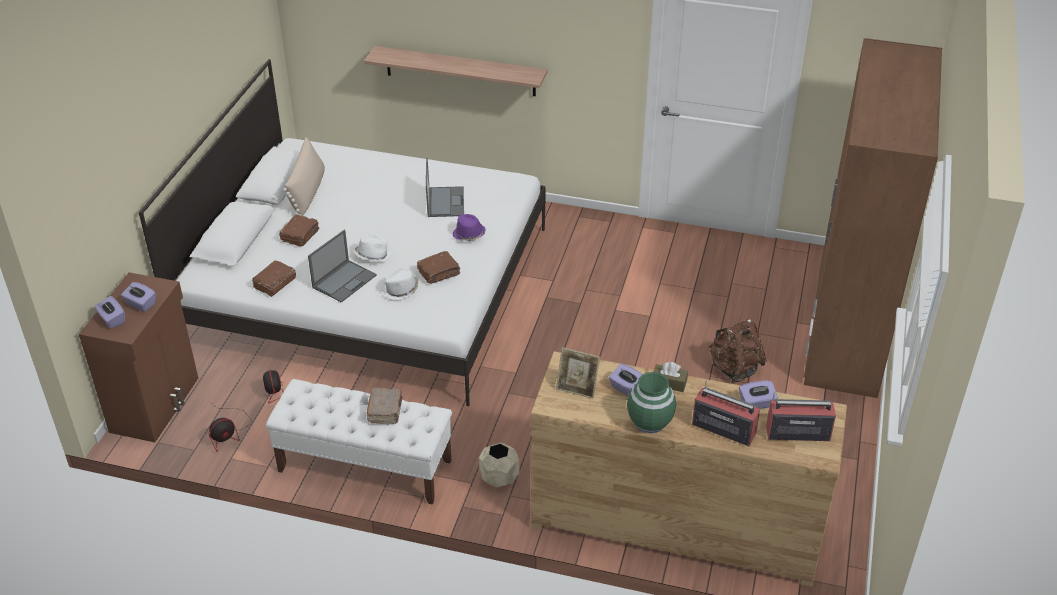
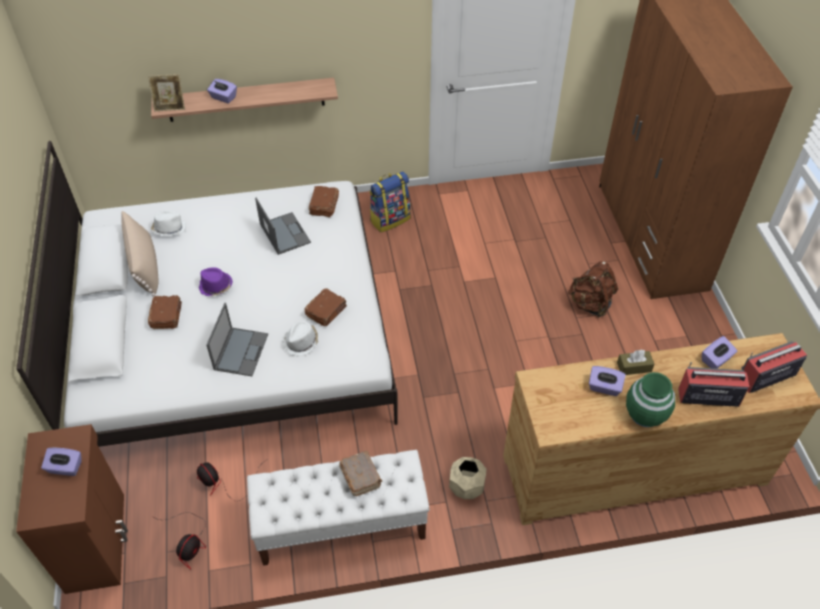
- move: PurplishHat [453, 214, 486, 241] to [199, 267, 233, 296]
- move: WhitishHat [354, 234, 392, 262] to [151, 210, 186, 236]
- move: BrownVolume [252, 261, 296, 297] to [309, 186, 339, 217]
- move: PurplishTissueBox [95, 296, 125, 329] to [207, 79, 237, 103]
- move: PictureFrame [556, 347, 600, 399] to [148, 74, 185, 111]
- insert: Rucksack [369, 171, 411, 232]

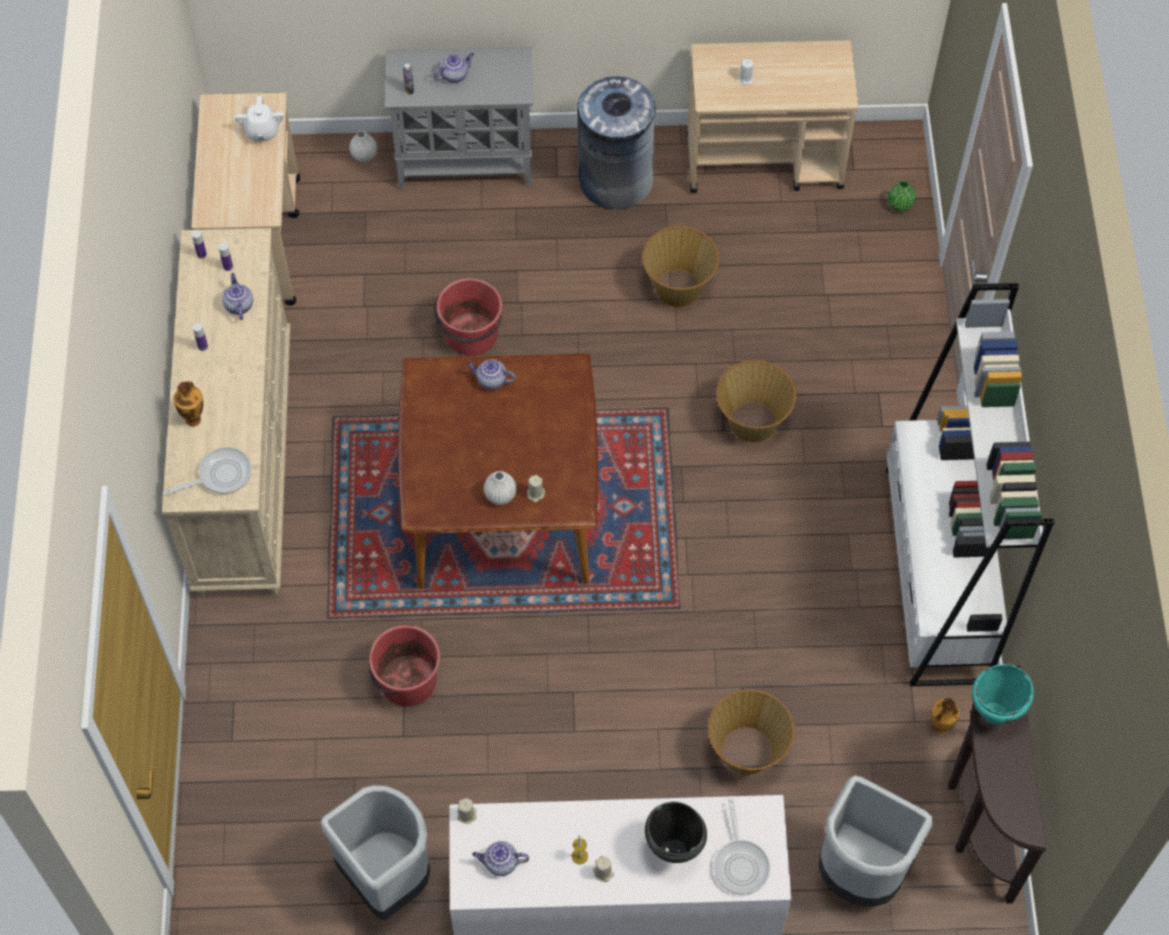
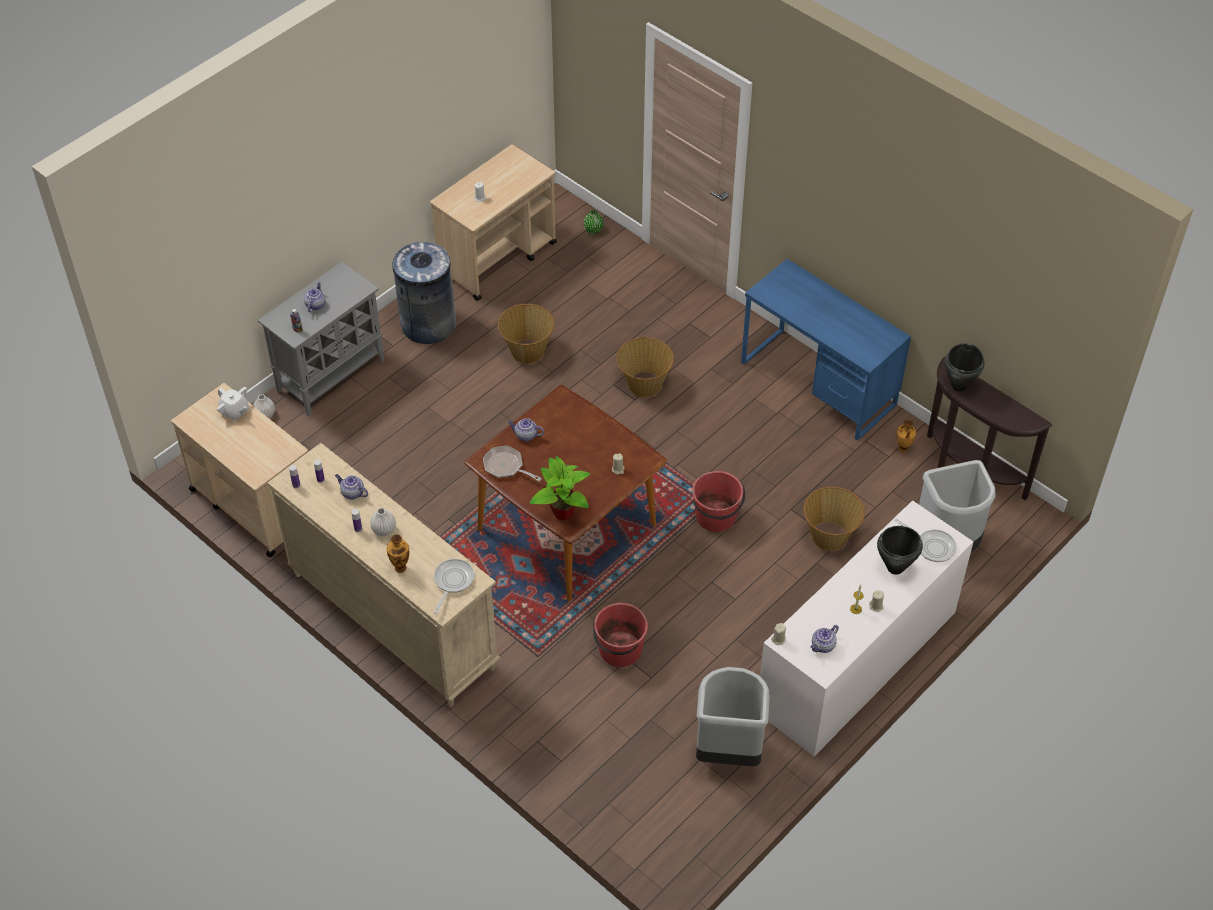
- move: RedPail [434, 278, 502, 356] to [692, 471, 745, 532]
- replace: WhitishBookcase [886, 283, 1054, 686] to BluishDeskTable [741, 259, 911, 441]
- rotate: PotForTea [467, 359, 516, 390] = [508, 418, 544, 441] 45 degrees clockwise
- move: WhitishVase [484, 471, 516, 505] to [370, 508, 396, 536]
- recolor: TurquoiseCookingPot [972, 664, 1034, 724] to BlackishCookingPot [945, 343, 985, 392]
- insert: Skillet [483, 446, 542, 481]
- insert: PottedPlant [530, 456, 590, 521]

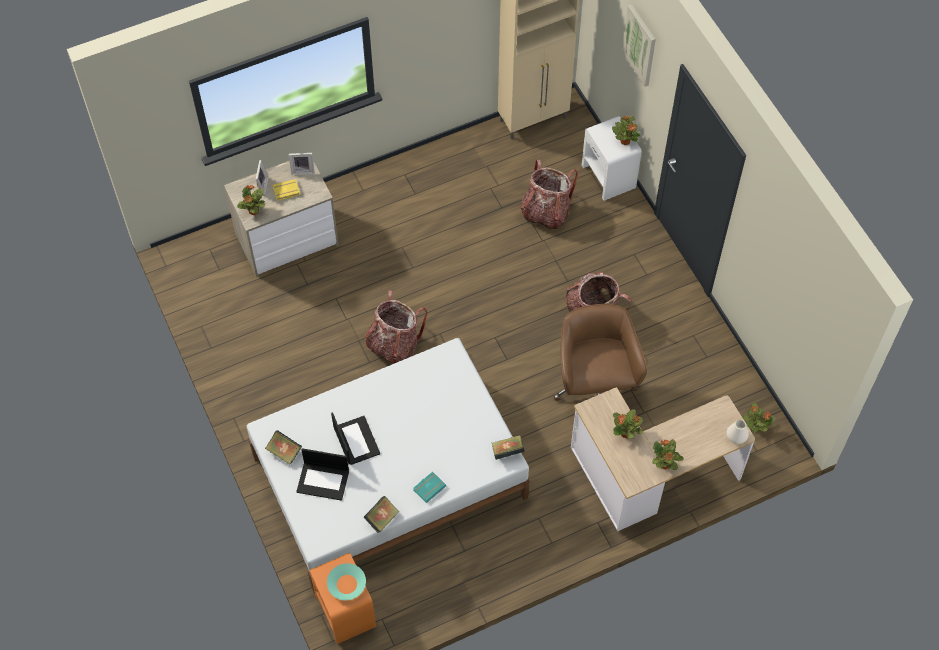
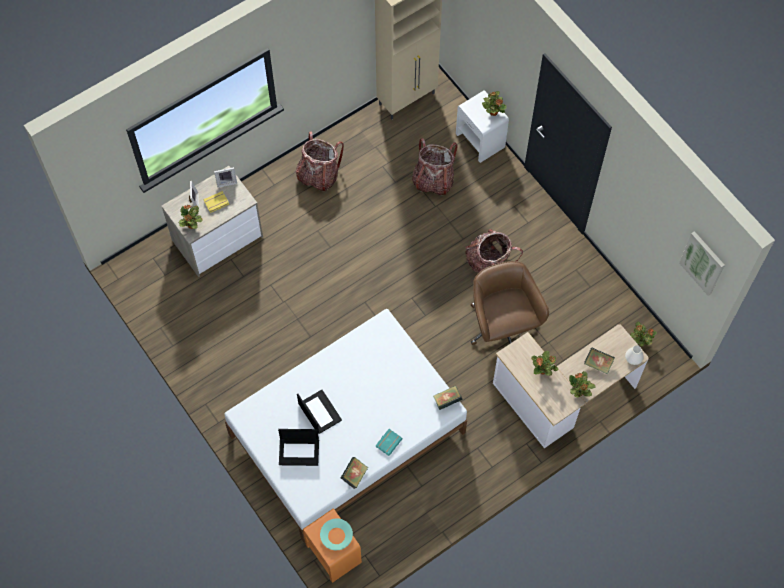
- move: WallArt [622, 4, 656, 87] to [679, 231, 725, 296]
- move: Rucksack [365, 290, 427, 364] to [295, 131, 344, 191]
- move: Volume [265, 430, 302, 465] to [584, 347, 615, 374]

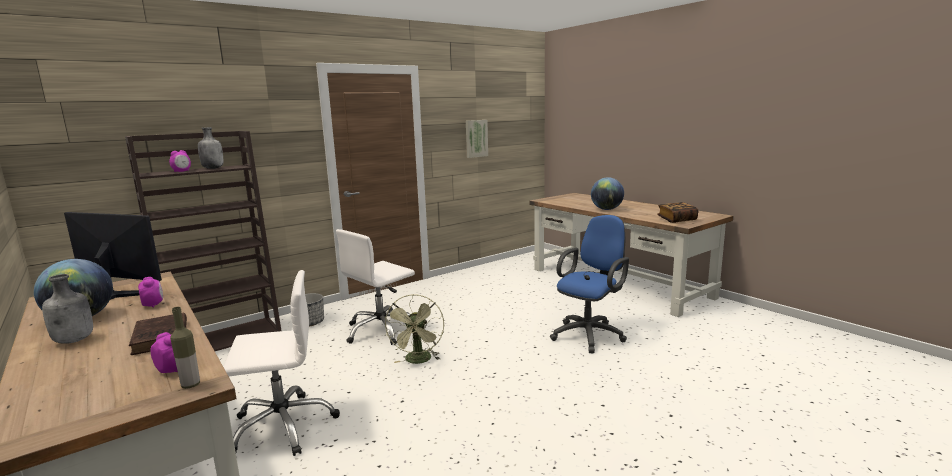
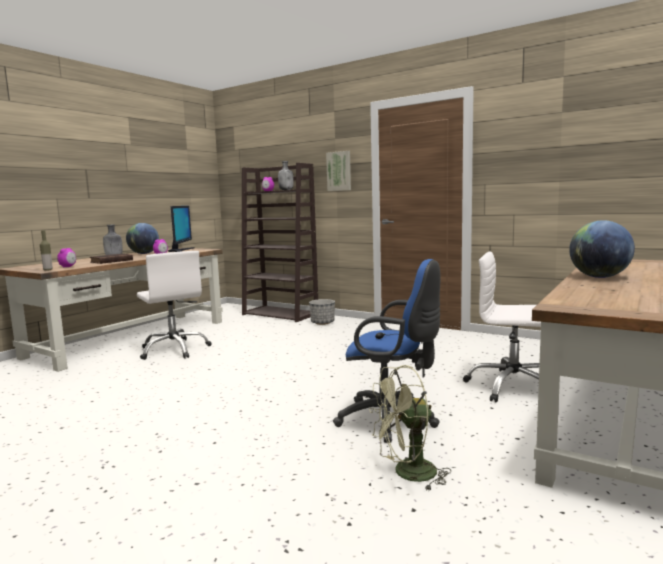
- move: WallArt [466, 120, 488, 158] to [326, 151, 351, 191]
- delete: Volume [657, 202, 698, 223]
- move: WhitishDeskChair [336, 229, 415, 345] to [463, 252, 541, 402]
- move: GreenElectricFan [384, 294, 444, 364] to [369, 365, 451, 490]

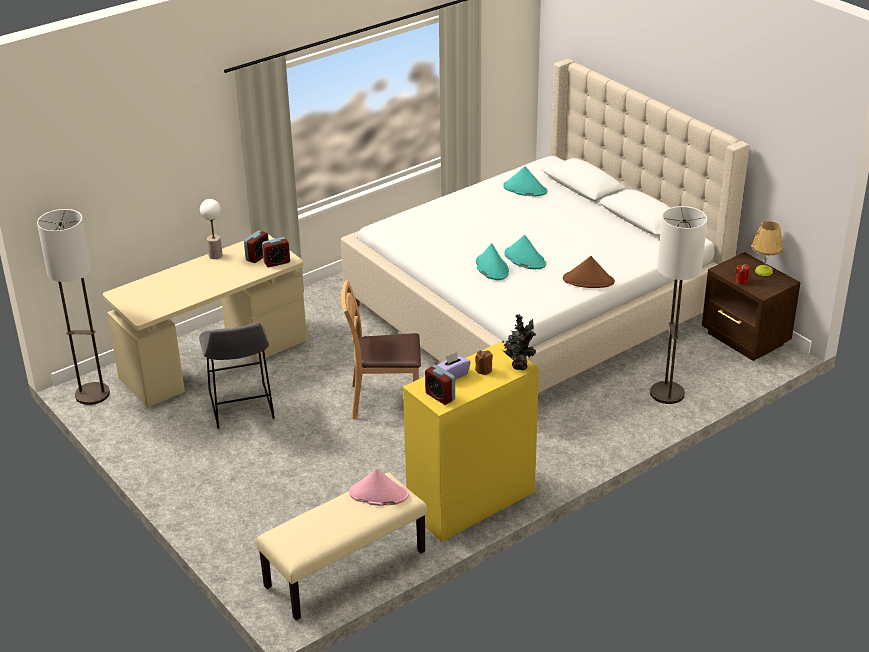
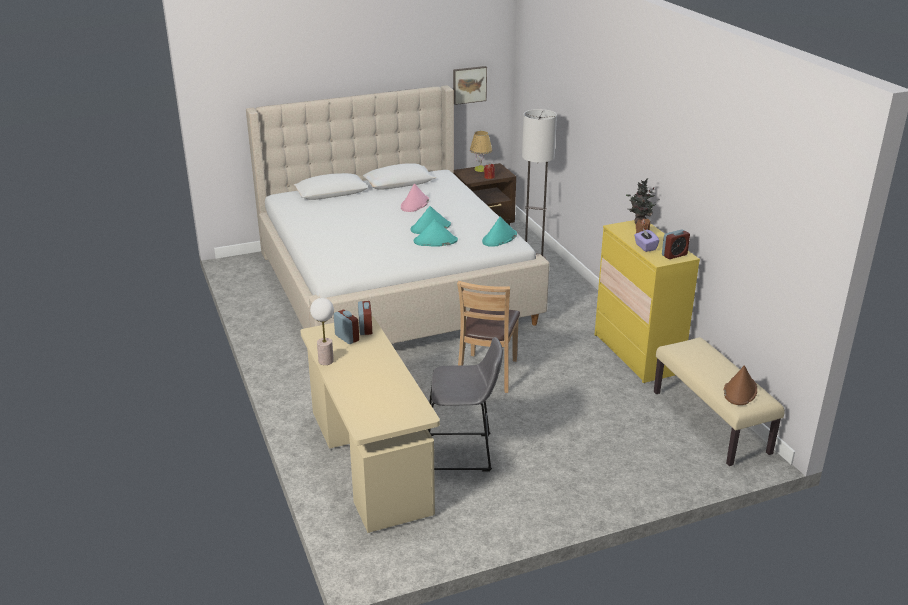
- move: TurquoiseHat [503, 166, 548, 196] to [482, 216, 517, 247]
- delete: FloorLamp [37, 209, 110, 405]
- move: BrownHat [563, 256, 615, 288] to [724, 365, 757, 405]
- move: PinkColouredHat [349, 468, 409, 506] to [401, 183, 429, 212]
- insert: WallArt [453, 66, 487, 105]

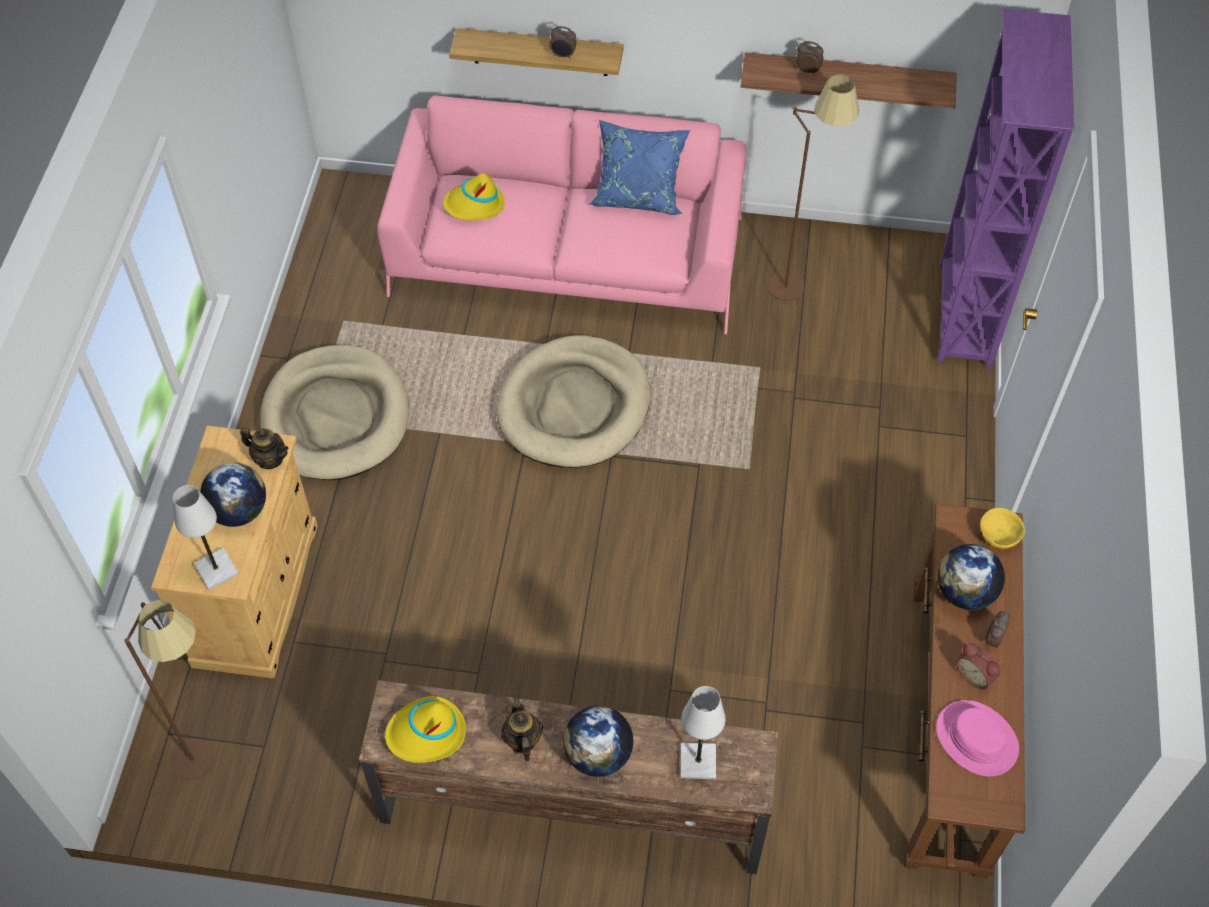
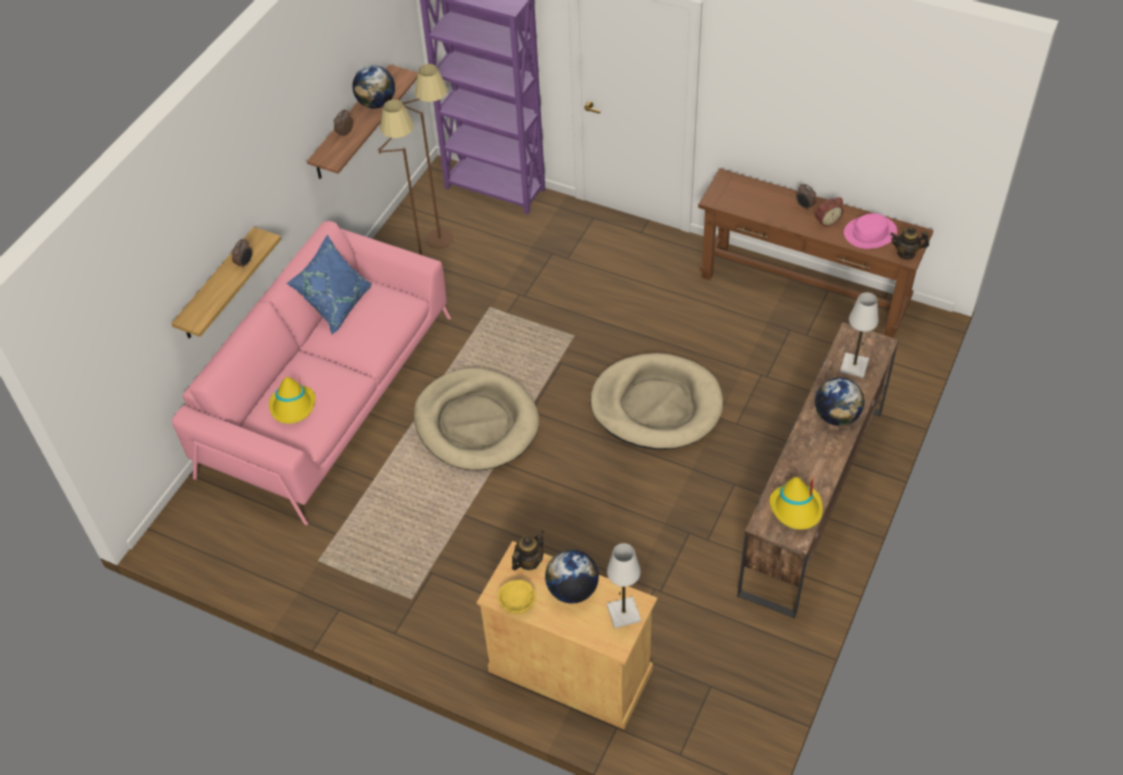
- move: BeigePetBed [260, 345, 409, 480] to [590, 353, 723, 450]
- move: YellowishBowl [980, 508, 1025, 549] to [498, 580, 536, 614]
- move: Globe [937, 544, 1005, 610] to [352, 65, 395, 109]
- move: BrownFloorLamp [124, 600, 214, 780] to [403, 64, 453, 248]
- move: PotForTea [501, 696, 543, 761] to [890, 227, 929, 260]

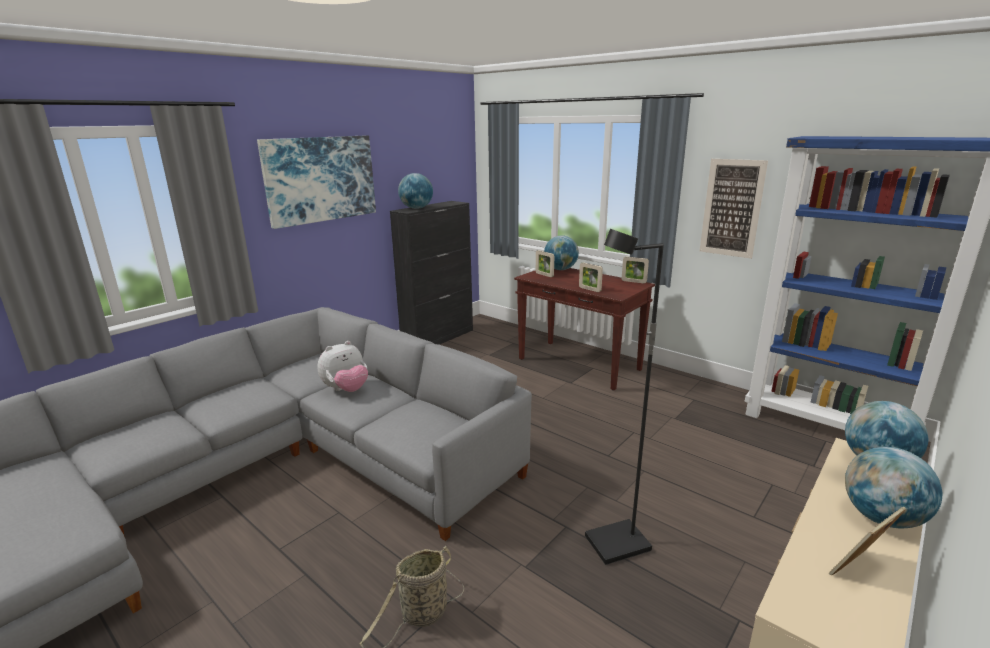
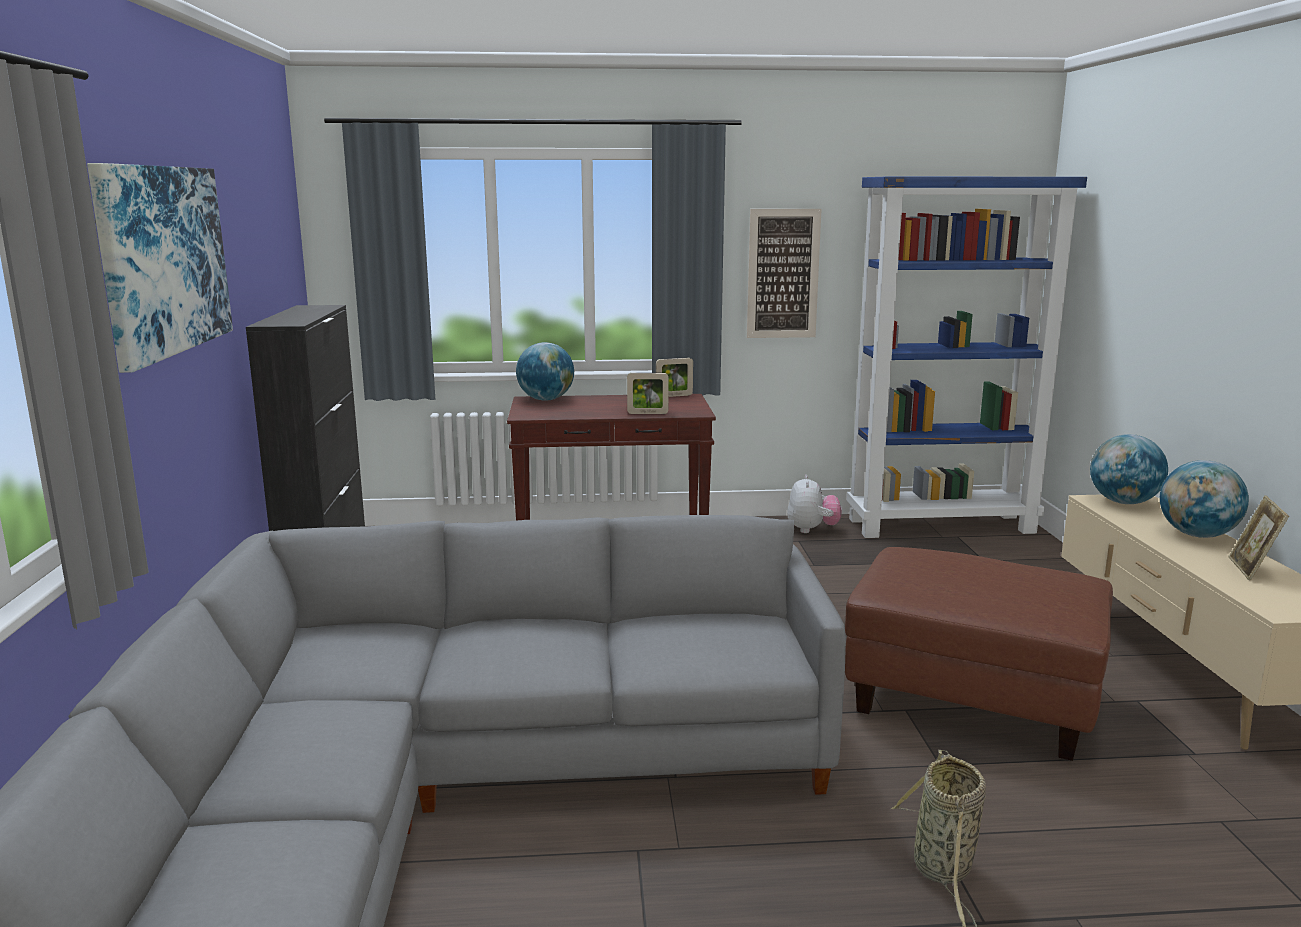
- delete: Globe [398, 173, 433, 209]
- replace: BlackishFloorLamp [585, 229, 664, 565] to BrownPouffe [845, 547, 1113, 761]
- delete: PictureFrame [536, 250, 554, 277]
- move: SoftToy [318, 341, 368, 392] to [787, 475, 842, 533]

